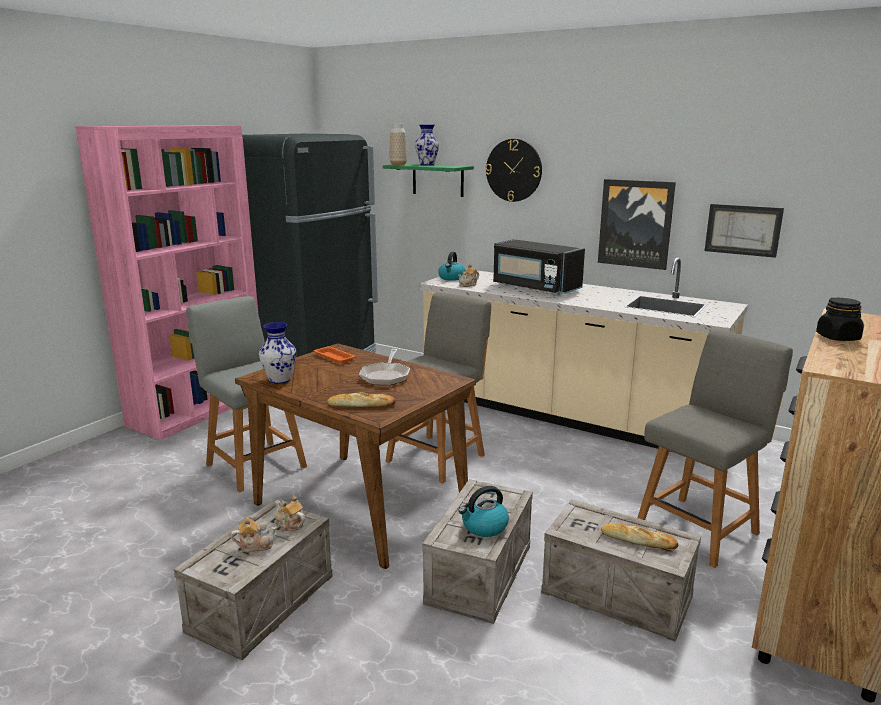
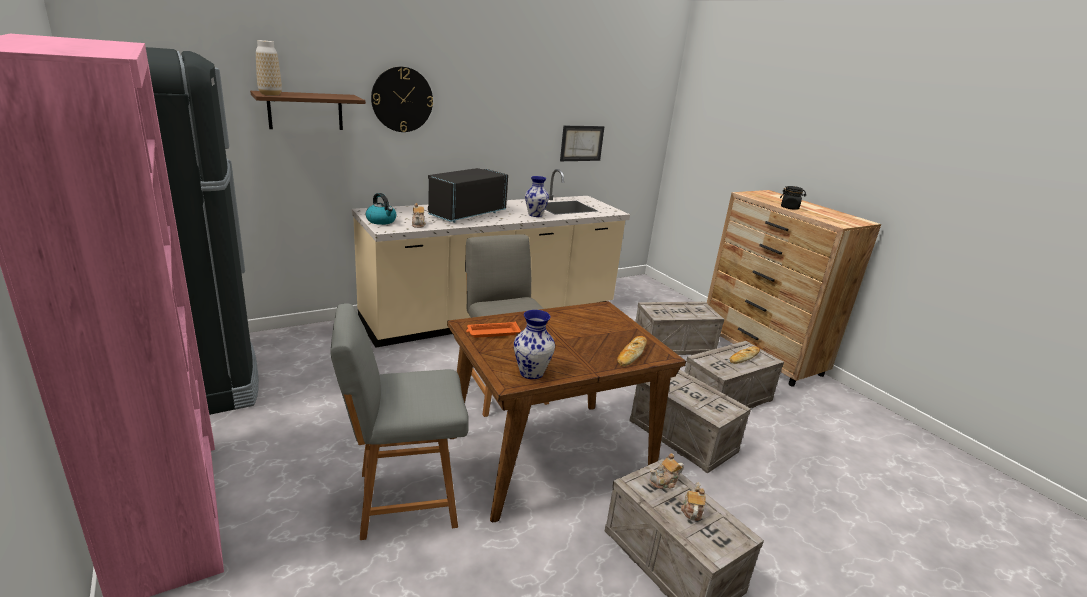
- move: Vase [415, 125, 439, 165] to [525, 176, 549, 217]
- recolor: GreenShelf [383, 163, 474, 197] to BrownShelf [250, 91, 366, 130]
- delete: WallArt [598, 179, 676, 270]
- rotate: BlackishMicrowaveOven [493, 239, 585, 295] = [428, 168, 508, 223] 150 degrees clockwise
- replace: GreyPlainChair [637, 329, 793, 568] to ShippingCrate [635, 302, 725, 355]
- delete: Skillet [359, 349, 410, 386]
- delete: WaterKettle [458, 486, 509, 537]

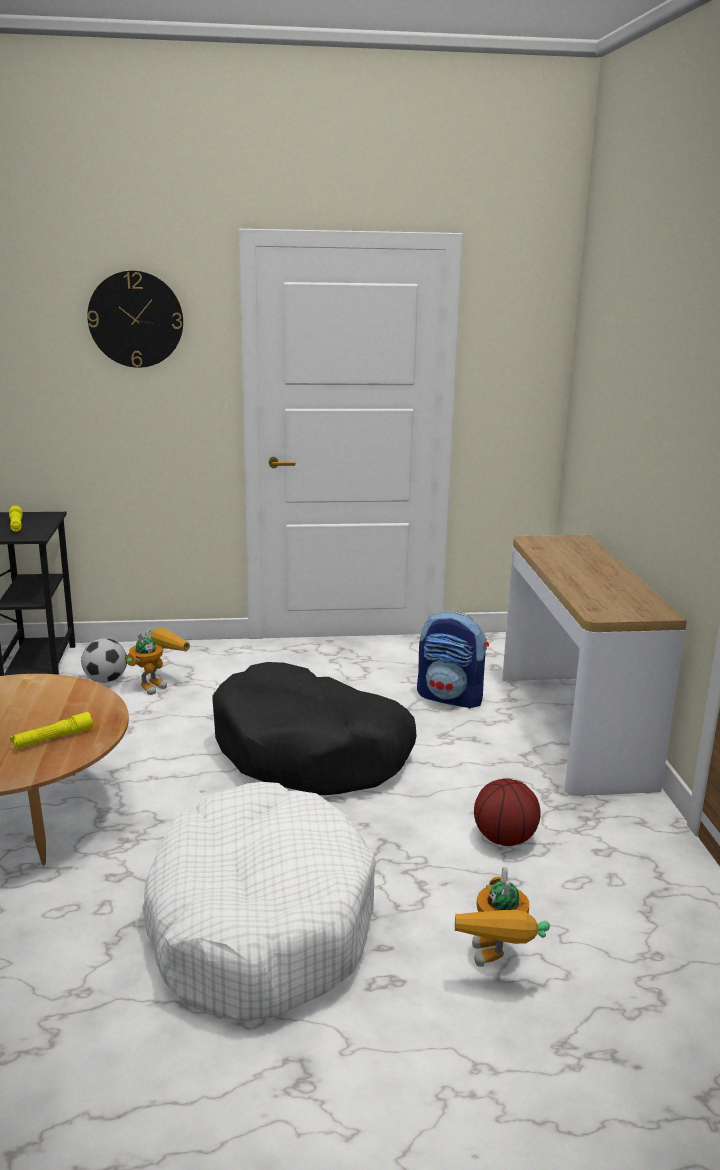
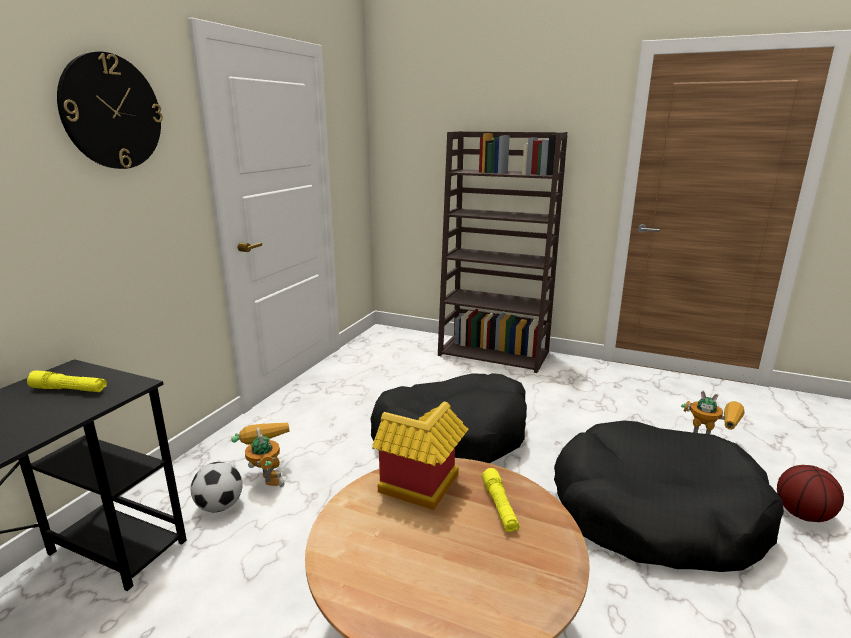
- replace: ConsoleTable [502, 535, 687, 796] to BrownBookcase [438, 131, 568, 373]
- delete: Rucksack [417, 612, 489, 709]
- move: BallForBasketball [474, 778, 541, 846] to [777, 465, 844, 522]
- recolor: WhitishPetBed [142, 782, 376, 1022] to BlackishPetBed [554, 421, 784, 572]
- insert: MiniatureHouse [372, 401, 469, 510]

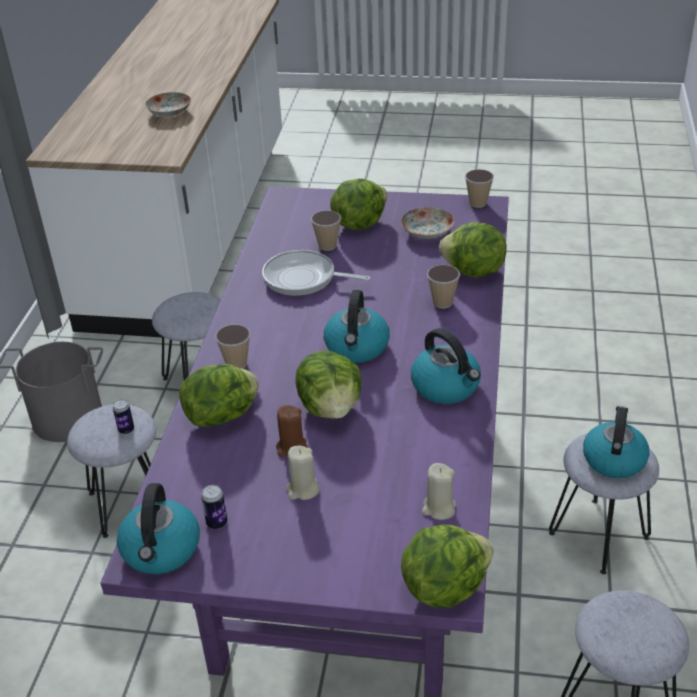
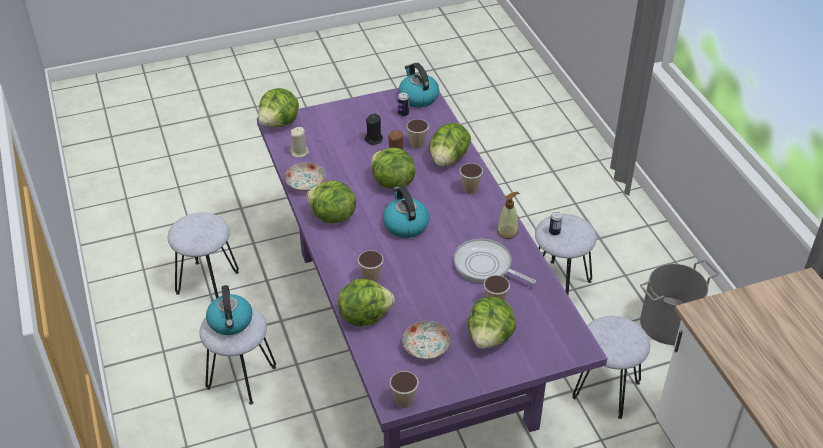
- move: Plate [145, 92, 191, 117] to [284, 162, 326, 191]
- rotate: Skillet [262, 250, 371, 296] = [454, 238, 536, 284] 135 degrees counterclockwise
- replace: WaterKettle [411, 328, 481, 404] to Lettuce [307, 180, 356, 223]
- recolor: BeigeWaxCandle [286, 446, 320, 500] to BlackishWaxCandle [365, 114, 383, 145]
- insert: DrinkingCup [406, 119, 429, 149]
- insert: LiquidSoapBottle [497, 192, 519, 239]

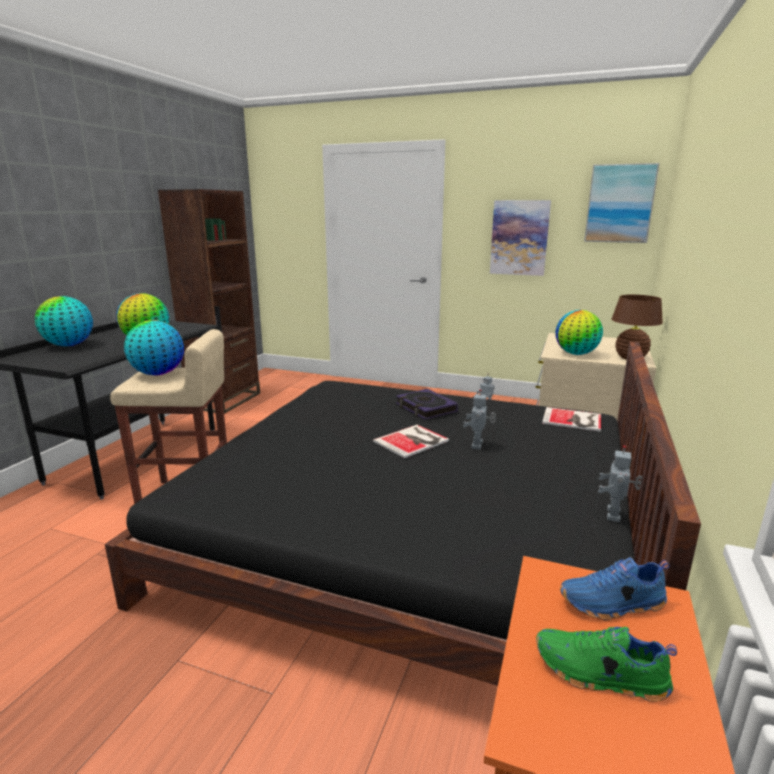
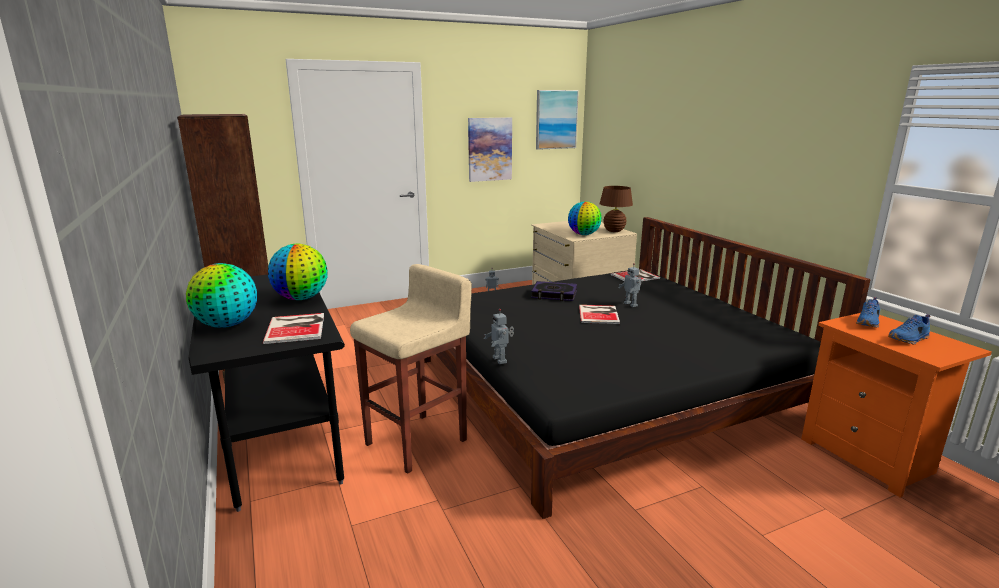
- delete: Globe [124, 320, 184, 376]
- move: ModelRobot [598, 445, 642, 522] to [484, 309, 514, 364]
- recolor: GreenItemOfFootwear [536, 627, 677, 702] to BluishItemOfFootwear [888, 314, 930, 344]
- insert: Volume [263, 313, 324, 344]

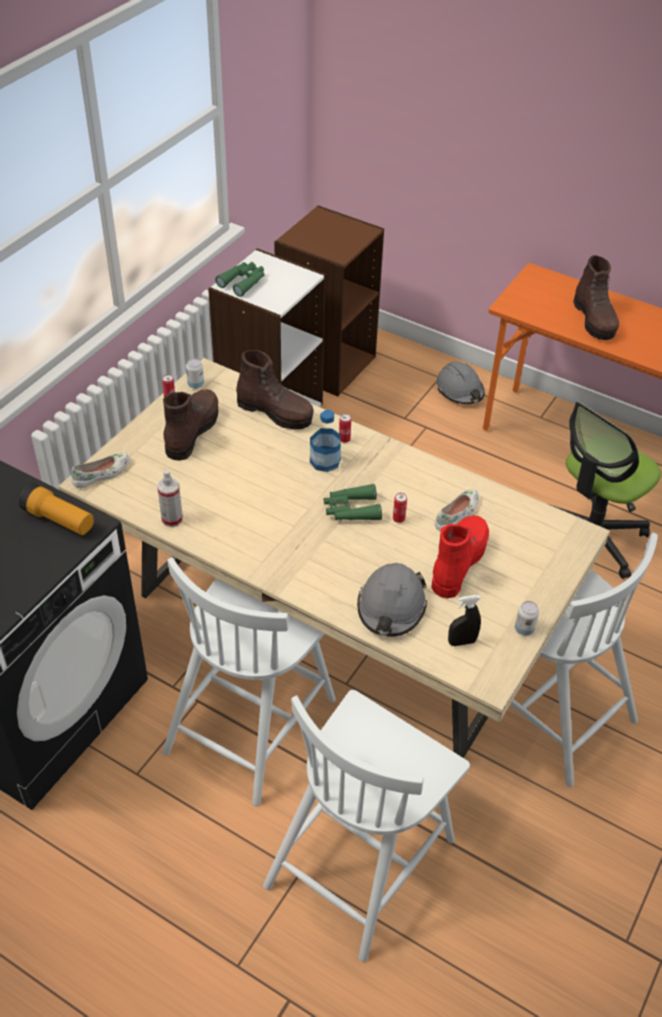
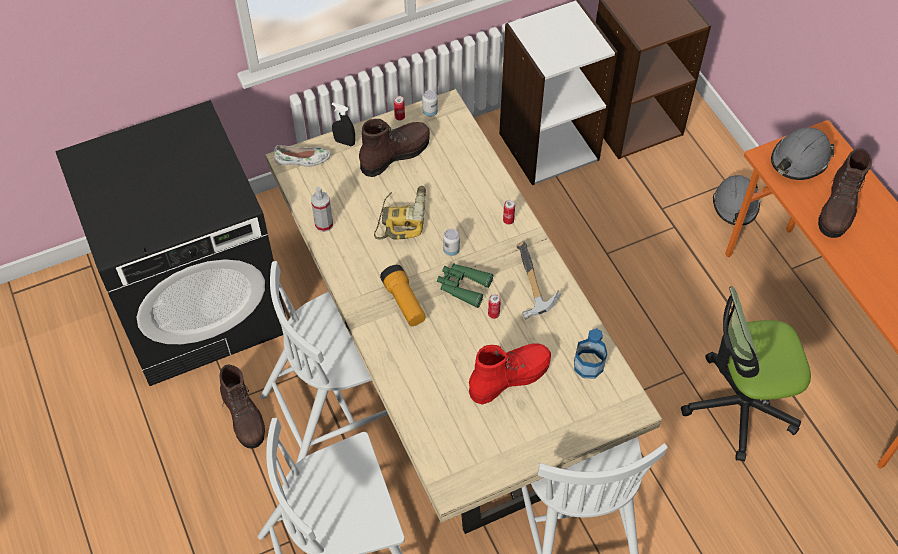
- delete: GreenBinoculars [215, 262, 264, 297]
- move: BrownBoot [236, 350, 314, 429] to [220, 364, 265, 449]
- move: DrinkBottle [310, 410, 341, 472] to [574, 328, 607, 379]
- move: HandTorch [19, 483, 94, 535] to [380, 265, 426, 326]
- delete: WhitishItemOfFootwear [435, 489, 479, 531]
- move: GreyHardHat [357, 563, 427, 637] to [771, 127, 834, 180]
- move: BlackishSprayBottle [448, 595, 481, 646] to [332, 103, 355, 146]
- move: Can [515, 601, 539, 635] to [443, 229, 460, 256]
- insert: Drill [374, 186, 426, 239]
- insert: Hammer [516, 242, 561, 319]

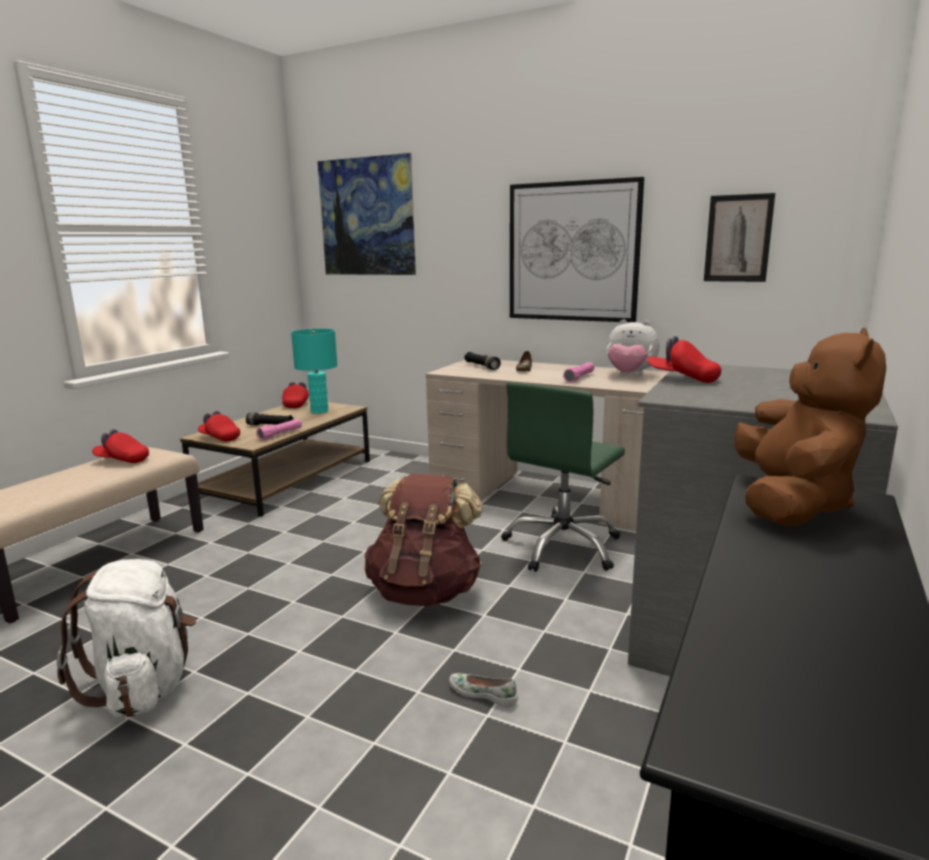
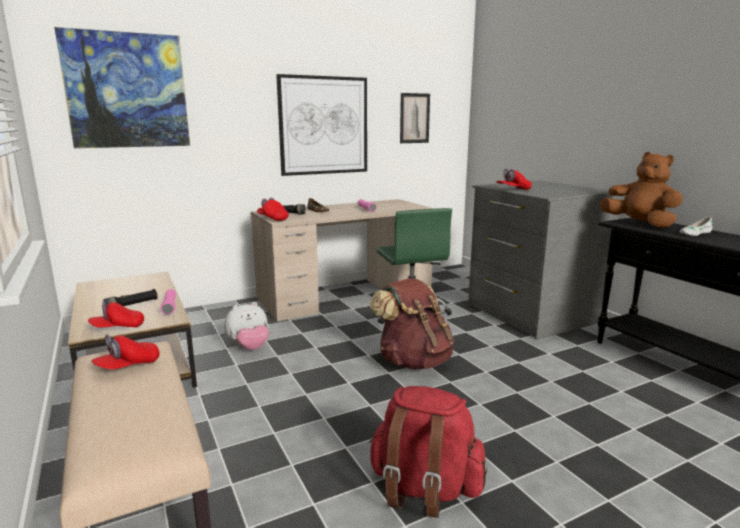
- move: SoftToy [607, 320, 659, 375] to [224, 302, 269, 350]
- delete: TurquoiseTabletopLamp [291, 329, 338, 414]
- move: RedPeakedCap [282, 382, 309, 408] to [257, 198, 289, 221]
- recolor: WhitishRucksack [57, 559, 196, 717] to RedRucksack [369, 386, 487, 518]
- move: WhitishItemOfFootwear [449, 673, 518, 707] to [680, 216, 713, 236]

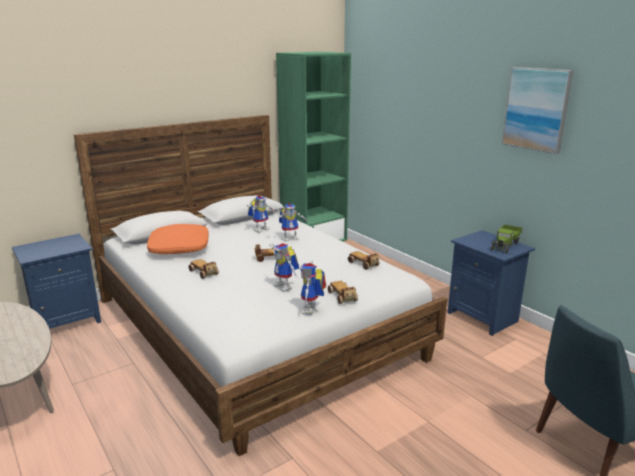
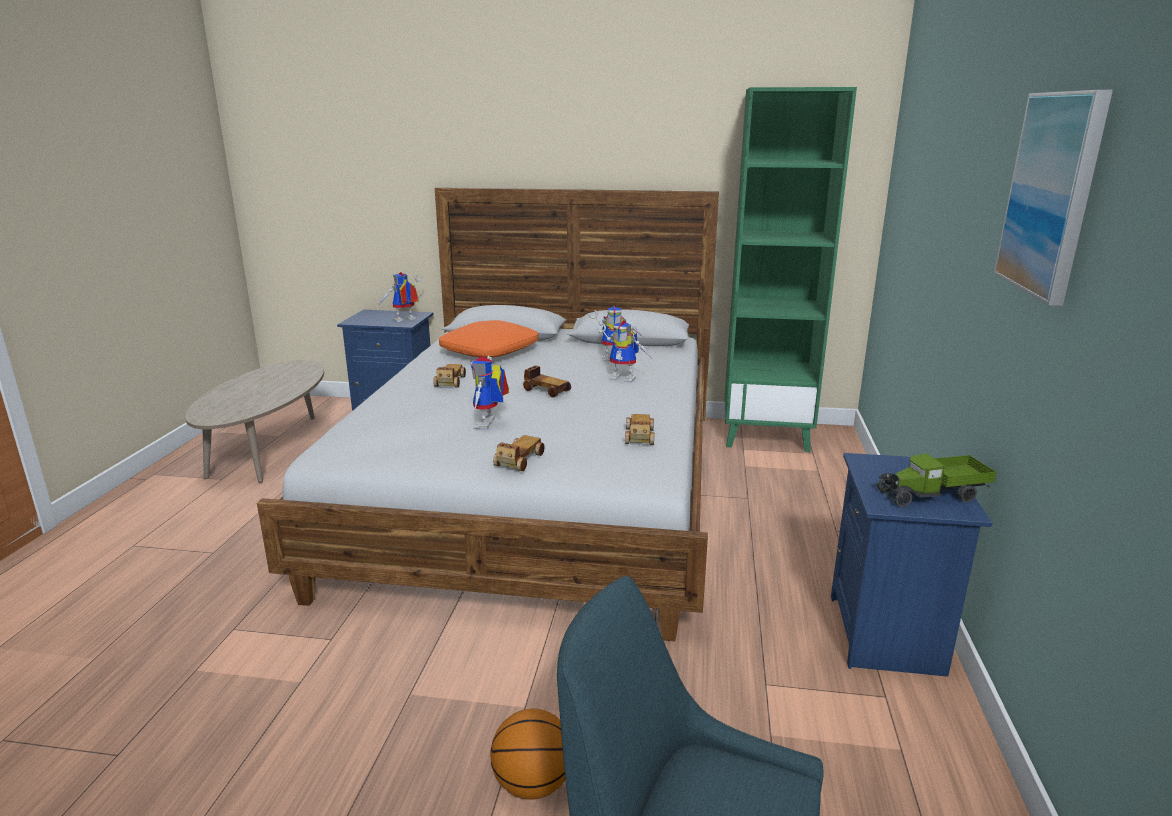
- move: ModelRobot [300, 260, 326, 315] to [379, 272, 422, 322]
- insert: BallForBasketball [490, 708, 566, 800]

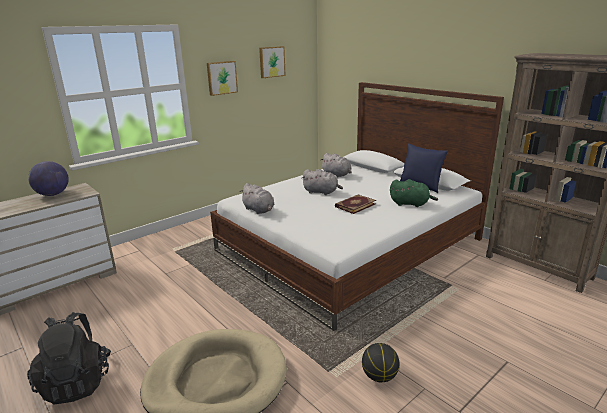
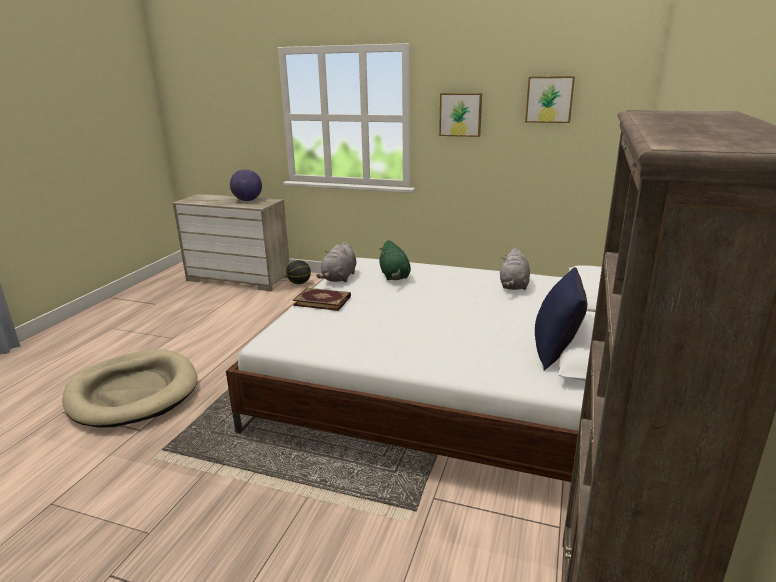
- delete: GreySoftToy [302, 169, 343, 195]
- move: GreenSoftToy [390, 179, 438, 207] to [379, 240, 411, 280]
- move: Volume [335, 195, 376, 214] to [293, 288, 351, 311]
- delete: BlackishRucksack [27, 312, 111, 404]
- move: BallForBasketball [362, 343, 400, 382] to [286, 260, 311, 284]

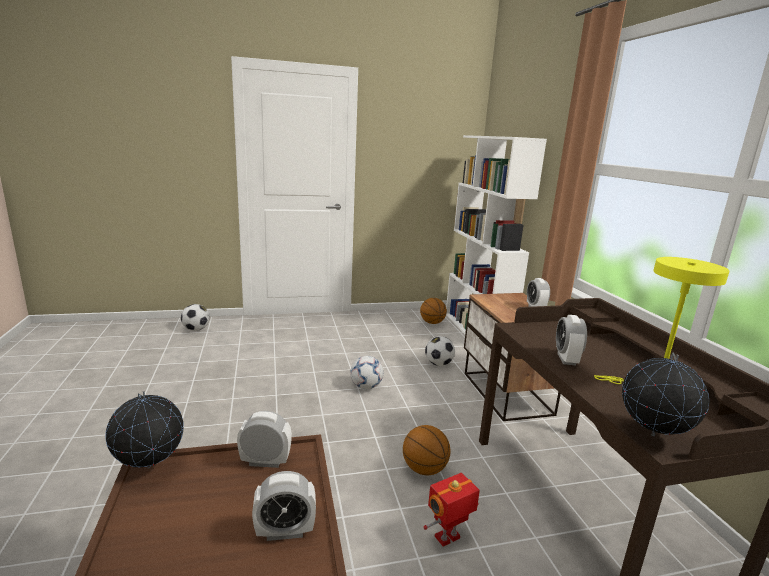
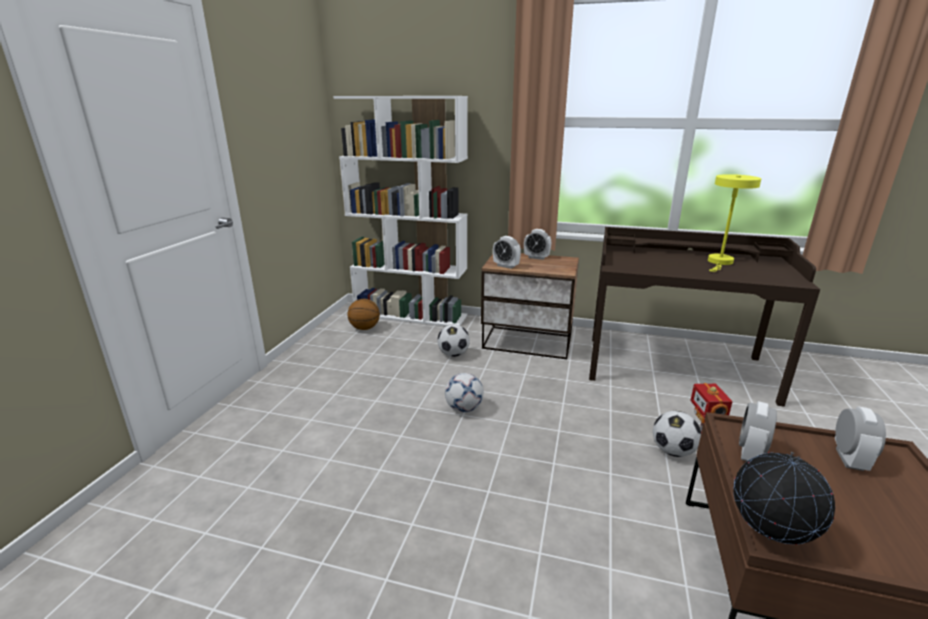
- move: FootballBall [181, 304, 210, 331] to [653, 411, 701, 457]
- move: AlarmClock [556, 315, 587, 365] to [493, 236, 521, 269]
- delete: Globe [622, 352, 709, 436]
- delete: BallForBasketball [403, 425, 450, 475]

